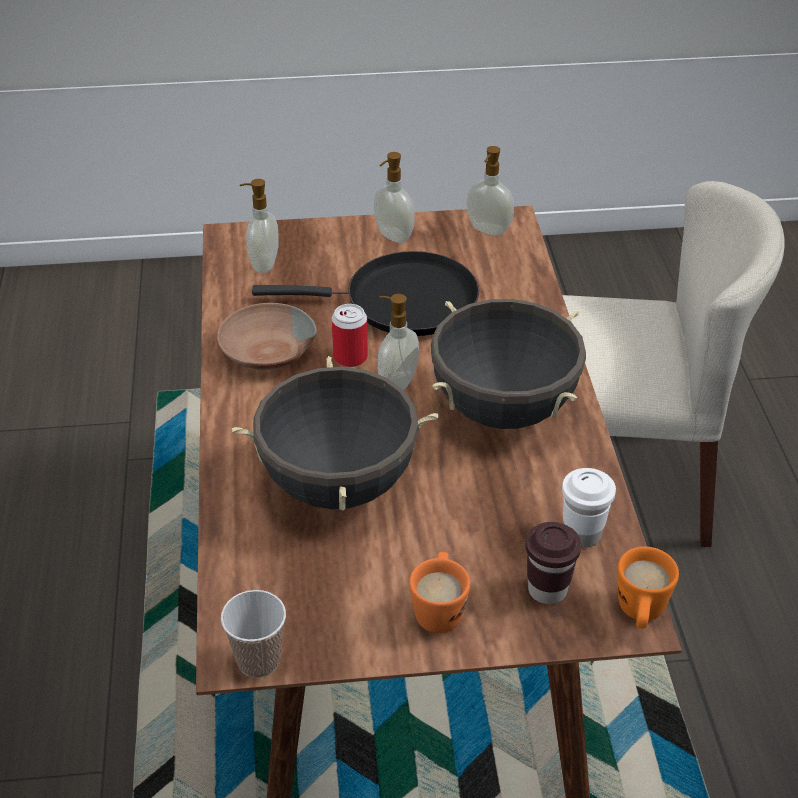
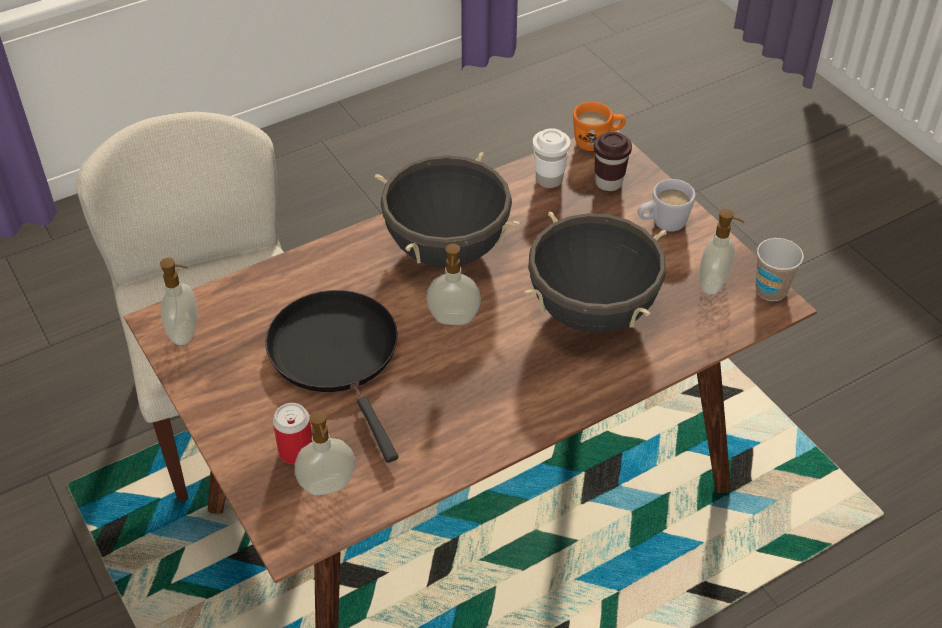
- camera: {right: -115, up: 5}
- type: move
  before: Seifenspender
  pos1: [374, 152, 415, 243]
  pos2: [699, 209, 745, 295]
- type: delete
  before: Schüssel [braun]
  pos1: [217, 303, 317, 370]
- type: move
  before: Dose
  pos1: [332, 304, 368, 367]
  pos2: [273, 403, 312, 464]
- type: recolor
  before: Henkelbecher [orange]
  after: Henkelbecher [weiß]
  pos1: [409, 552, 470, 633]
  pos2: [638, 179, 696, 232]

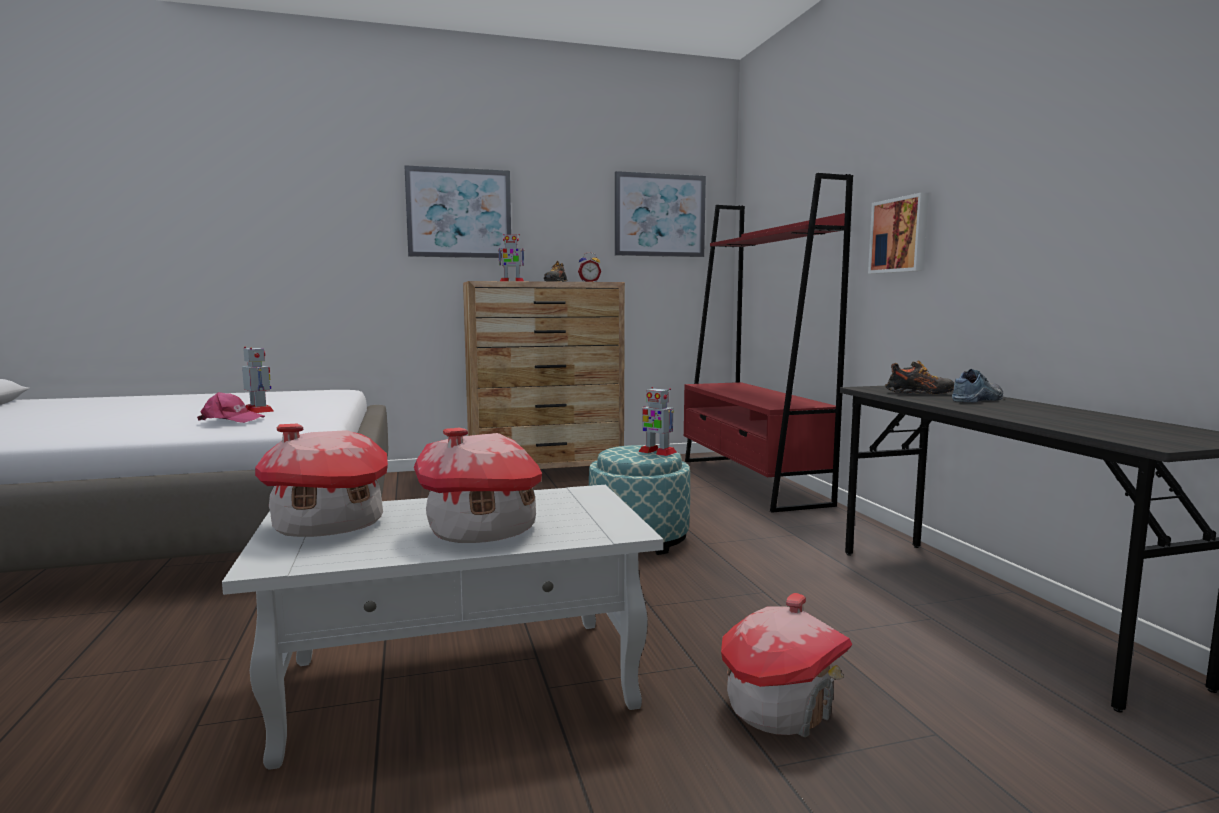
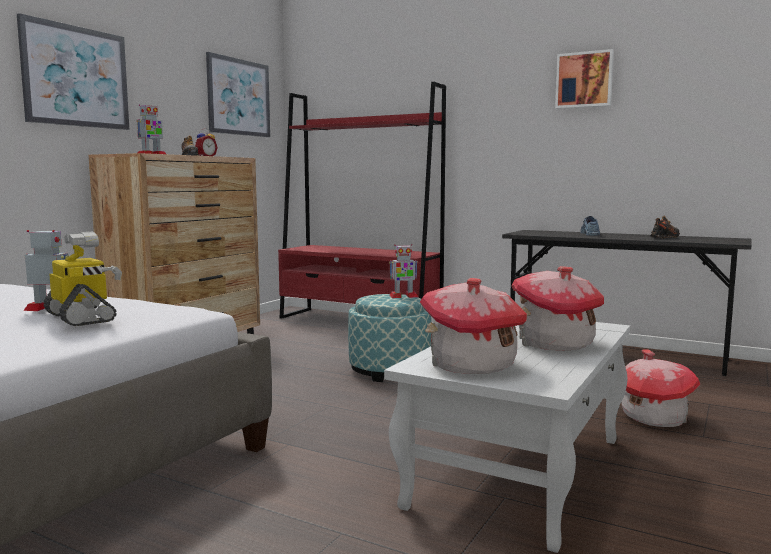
- camera: {right: -45, up: 0}
- type: move
  before: Bild
  pos1: [868, 193, 929, 274]
  pos2: [555, 49, 614, 109]
- type: move
  before: Schuh
  pos1: [885, 360, 954, 394]
  pos2: [650, 216, 680, 239]
- type: replace
  before: Kappe [rosa]
  after: Spielzeugroboter
  pos1: [197, 392, 265, 423]
  pos2: [43, 232, 122, 326]

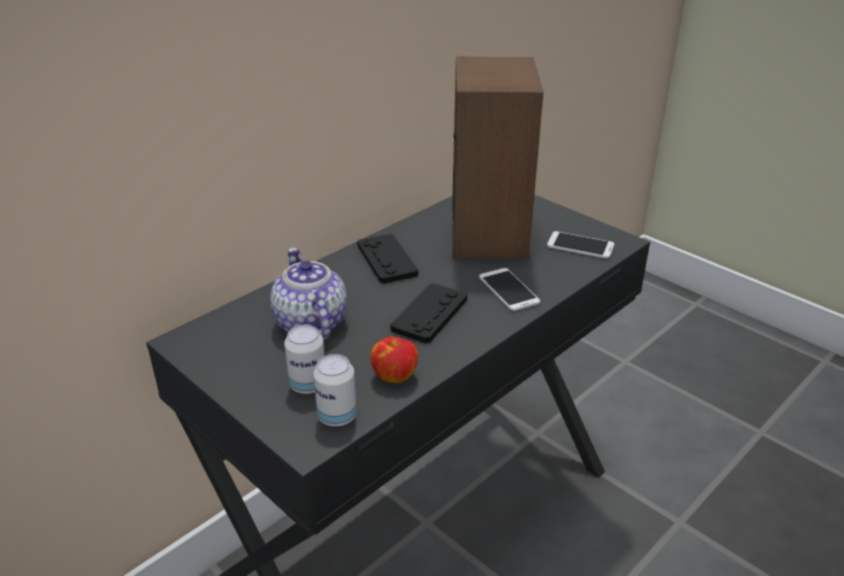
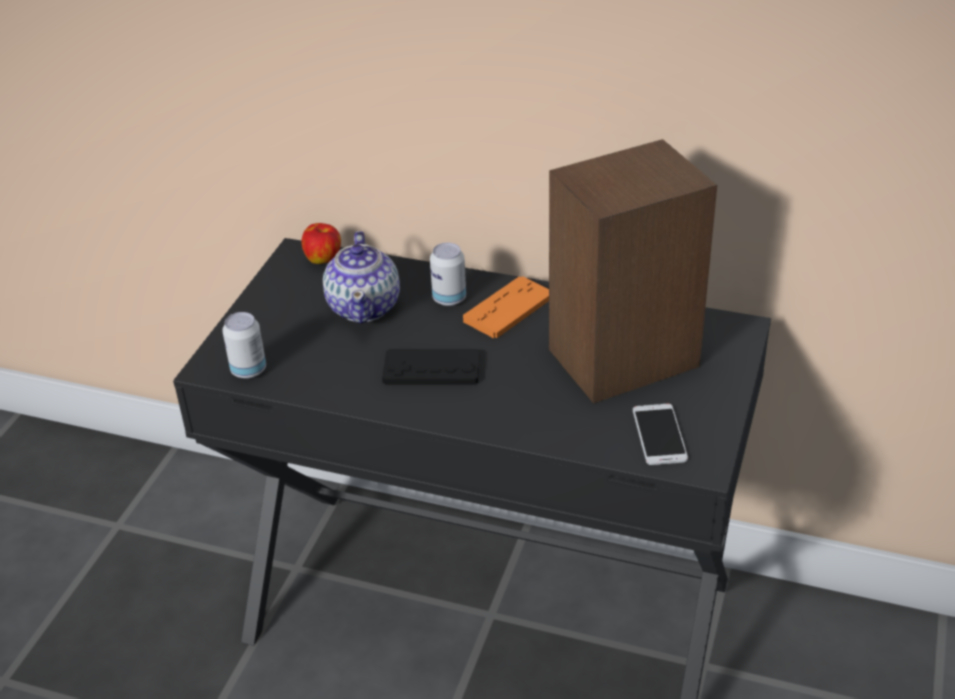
- camera: {right: 65, up: 5}
- type: recolor
  before: Gamepad [schwarz]
  after: Gamepad [orange]
  pos1: [357, 234, 418, 283]
  pos2: [463, 276, 549, 338]
- type: rotate
  before: Teekanne
  pos1: [270, 248, 347, 341]
  pos2: [323, 231, 400, 324]
  turn: 135
- type: delete
  before: Handy
  pos1: [479, 268, 540, 311]
- type: move
  before: Dose
  pos1: [284, 325, 325, 394]
  pos2: [430, 243, 466, 306]
- type: move
  before: Apfel
  pos1: [370, 337, 418, 383]
  pos2: [301, 223, 341, 264]

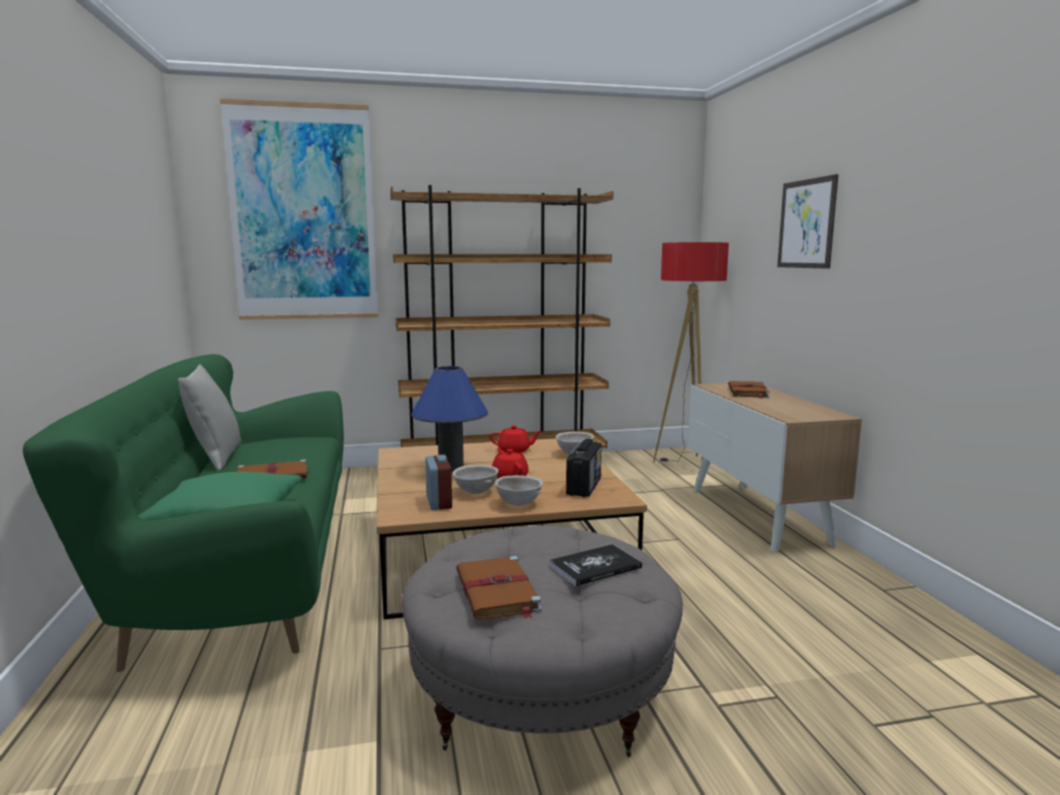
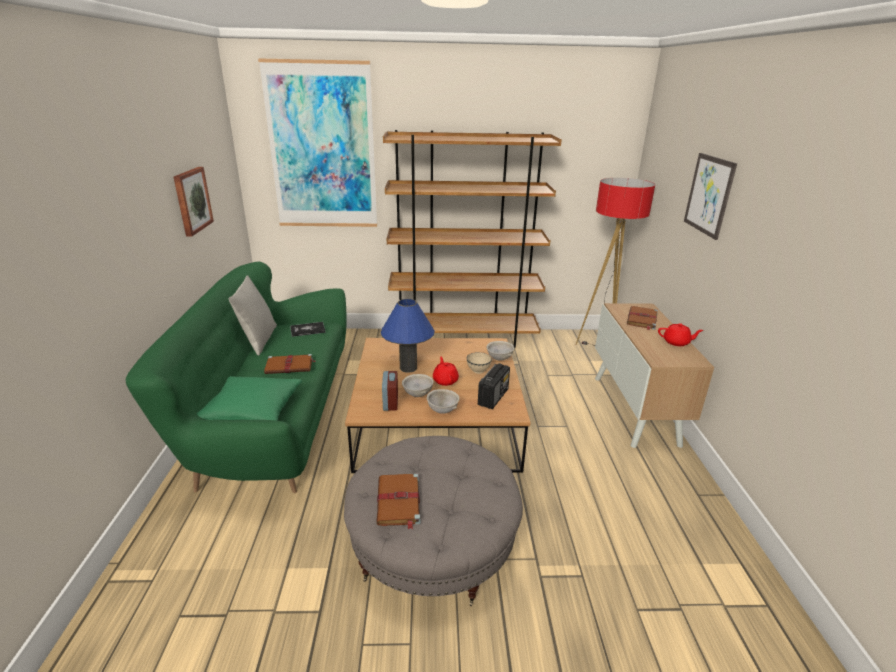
- camera: {right: 10, up: 15}
- type: move
  before: Teekanne [rot]
  pos1: [489, 425, 542, 453]
  pos2: [658, 323, 704, 346]
- type: move
  before: Buch
  pos1: [549, 544, 642, 586]
  pos2: [290, 322, 325, 337]
- type: insert
  after: Bild
  pos2: [173, 167, 214, 237]
- type: insert
  after: Schüssel [beige]
  pos2: [467, 352, 492, 374]

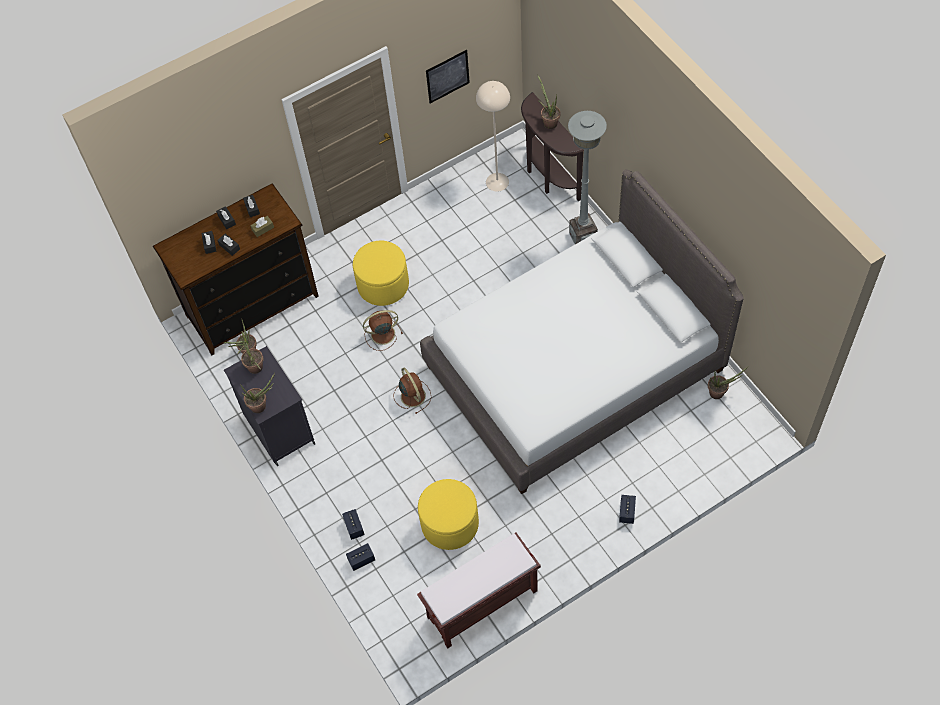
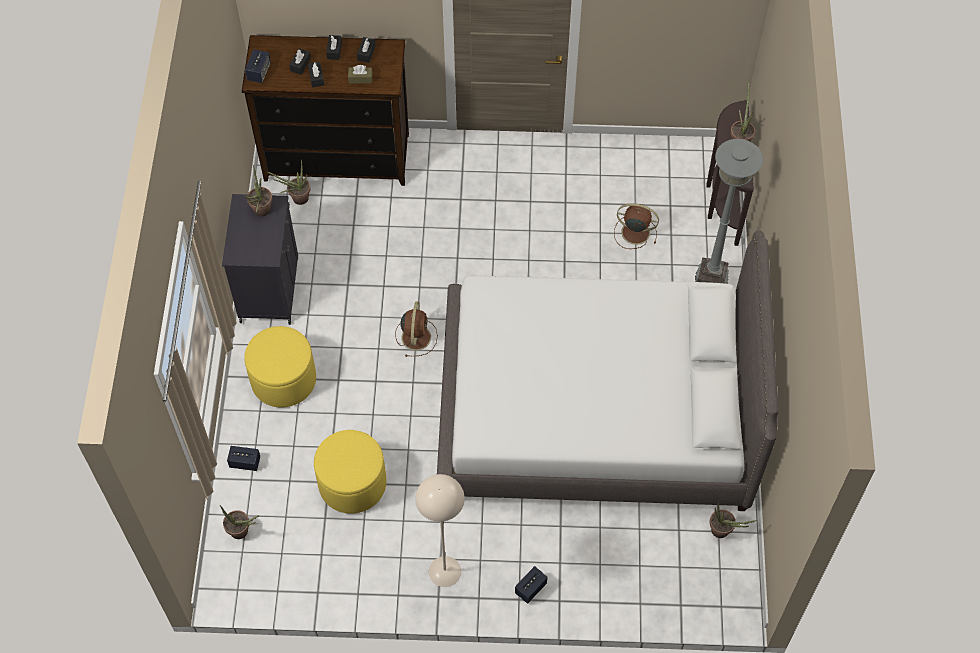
- camera: {right: 30, up: 0}
- type: delete
  before: Bild
  pos1: [426, 50, 470, 104]
- type: move
  before: Stehlampe [beige]
  pos1: [476, 81, 510, 192]
  pos2: [415, 474, 465, 587]
- type: move
  before: Polsterhocker [gelb]
  pos1: [353, 241, 409, 306]
  pos2: [244, 326, 316, 408]
- type: move
  before: Ventilator [braun]
  pos1: [363, 310, 403, 351]
  pos2: [614, 203, 659, 249]
- type: move
  before: Topfpflanze
  pos1: [240, 373, 275, 413]
  pos2: [220, 505, 259, 539]
- type: move
  before: Lautsprecher
  pos1: [342, 509, 365, 540]
  pos2: [245, 49, 271, 83]
- type: delete
  before: Bank [braun]
  pos1: [417, 533, 541, 648]

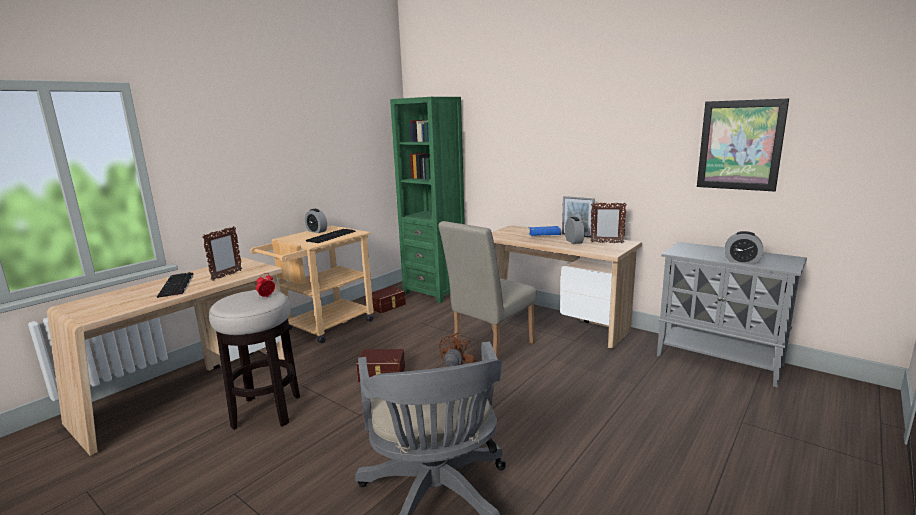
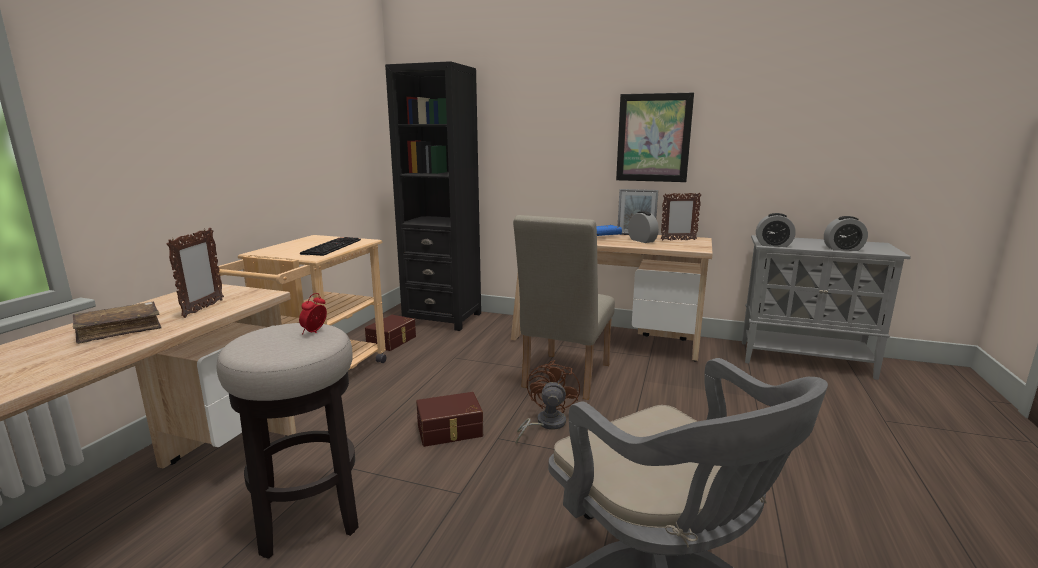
- camera: {right: -20, up: 0}
- type: recolor
  before: Bücherregal [grün]
  after: Bücherregal [schwarz]
  pos1: [390, 97, 465, 303]
  pos2: [385, 61, 481, 331]
- type: move
  before: Bild
  pos1: [697, 98, 789, 192]
  pos2: [616, 93, 694, 182]
- type: move
  before: Wecker
  pos1: [305, 209, 327, 233]
  pos2: [756, 213, 796, 247]
- type: replace
  before: Tastatur
  after: Buch [braun]
  pos1: [157, 272, 193, 298]
  pos2: [73, 302, 162, 344]

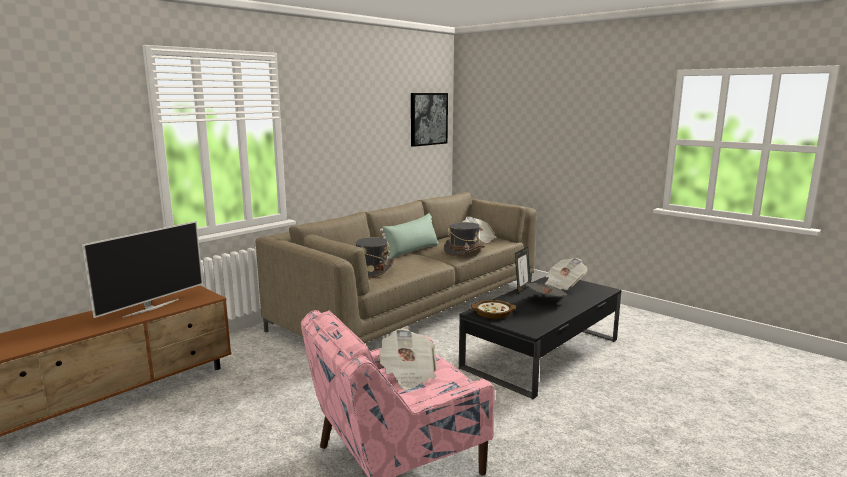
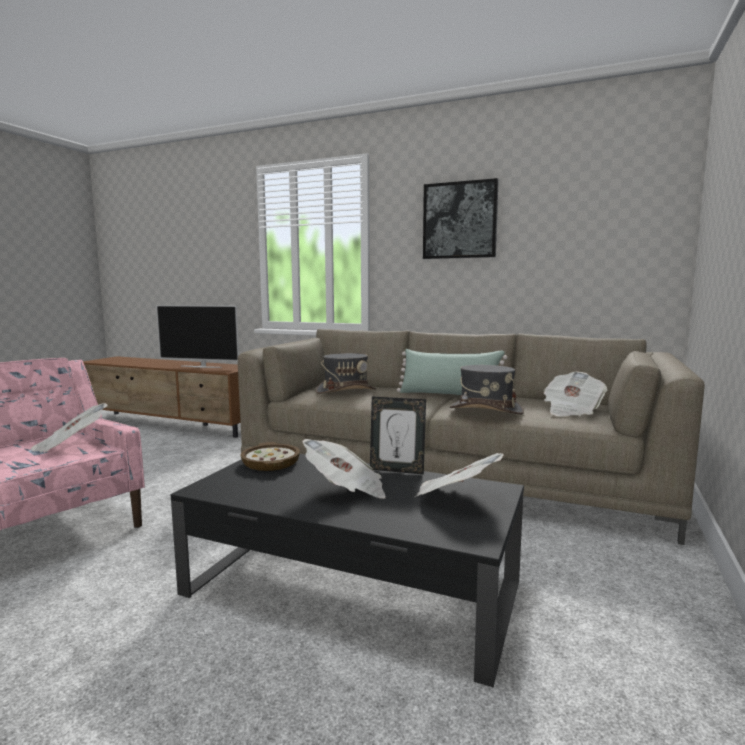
- camera: {right: 70, up: -5}
- type: move
  before: Bild
  pos1: [411, 93, 448, 147]
  pos2: [423, 178, 499, 259]

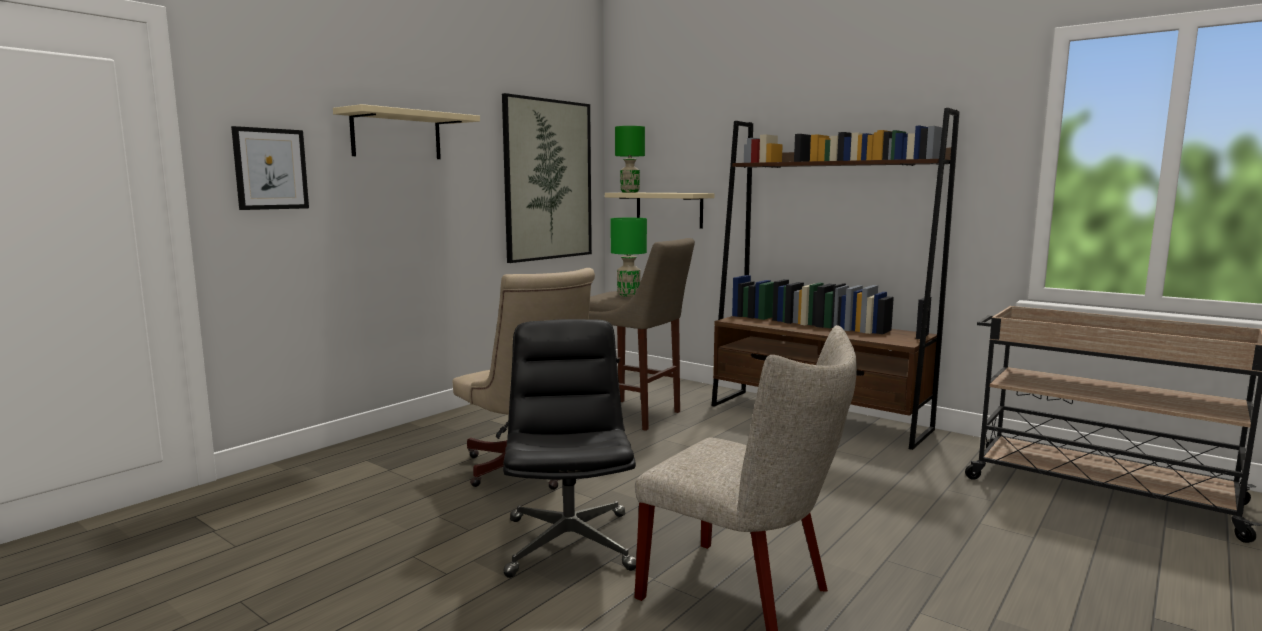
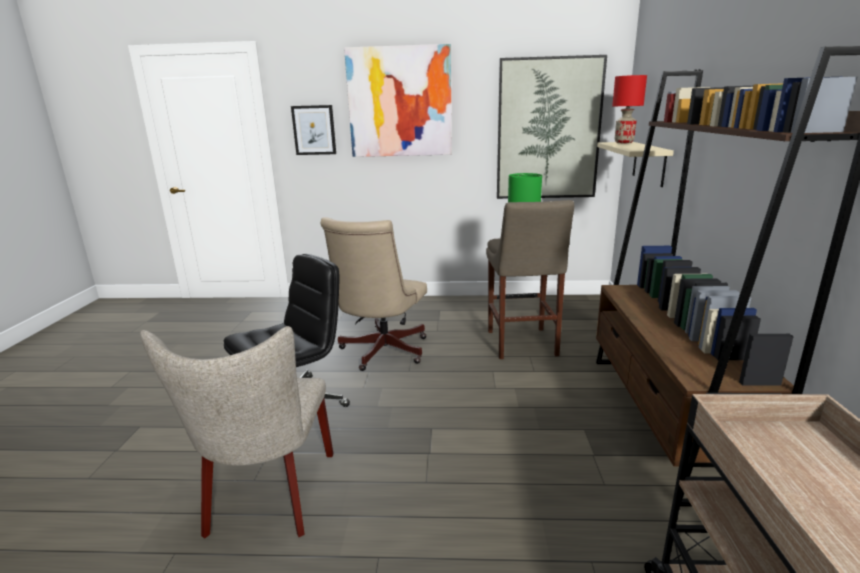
- camera: {right: 55, up: 10}
- type: replace
  before: Wandregal [beige]
  after: Bild
  pos1: [333, 104, 480, 159]
  pos2: [344, 44, 452, 157]
- type: recolor
  before: Tischlampe [grün]
  after: Tischlampe [rot]
  pos1: [615, 126, 645, 192]
  pos2: [612, 75, 647, 143]

